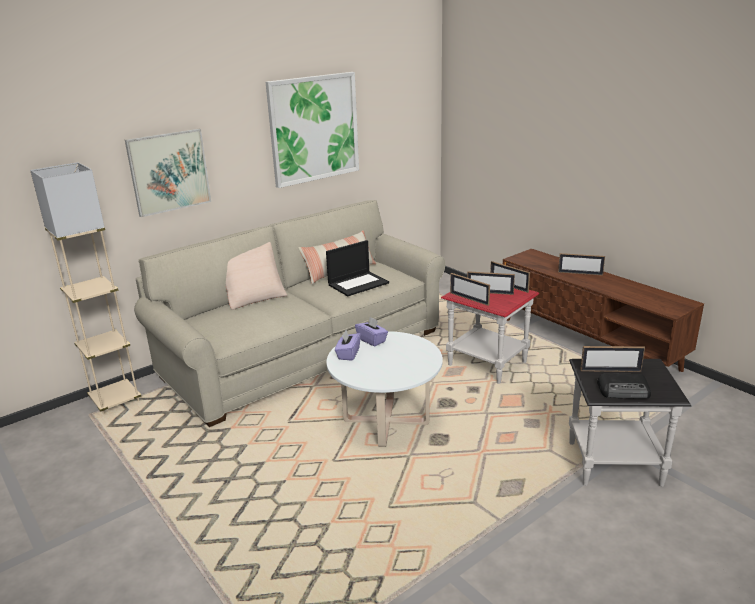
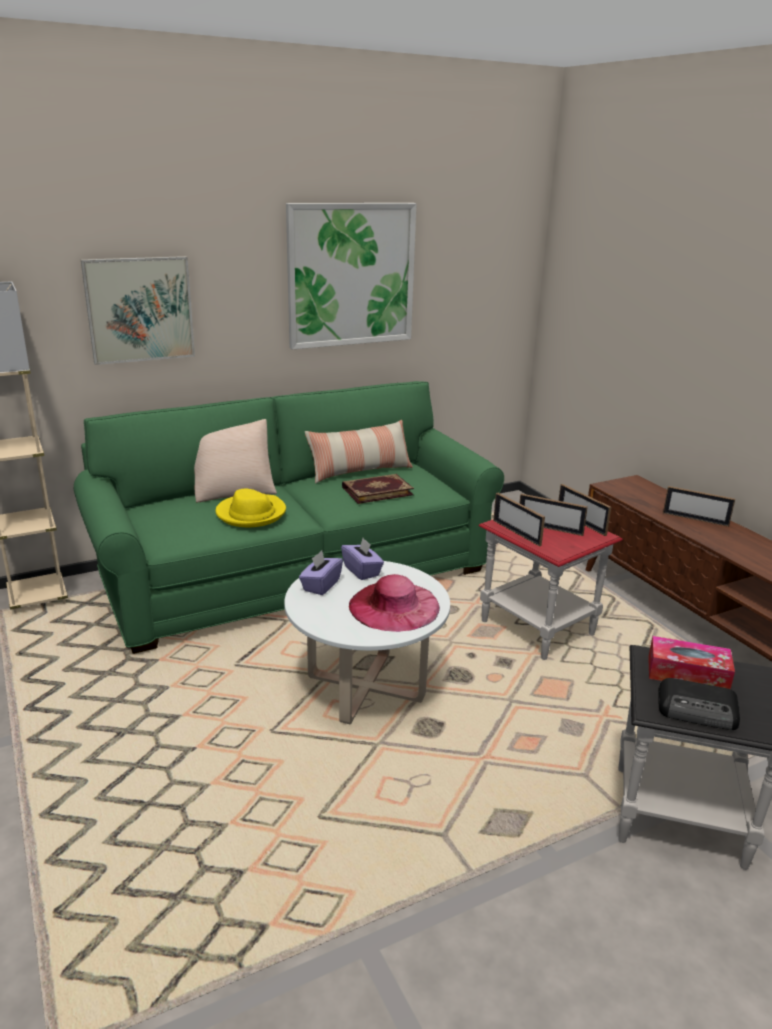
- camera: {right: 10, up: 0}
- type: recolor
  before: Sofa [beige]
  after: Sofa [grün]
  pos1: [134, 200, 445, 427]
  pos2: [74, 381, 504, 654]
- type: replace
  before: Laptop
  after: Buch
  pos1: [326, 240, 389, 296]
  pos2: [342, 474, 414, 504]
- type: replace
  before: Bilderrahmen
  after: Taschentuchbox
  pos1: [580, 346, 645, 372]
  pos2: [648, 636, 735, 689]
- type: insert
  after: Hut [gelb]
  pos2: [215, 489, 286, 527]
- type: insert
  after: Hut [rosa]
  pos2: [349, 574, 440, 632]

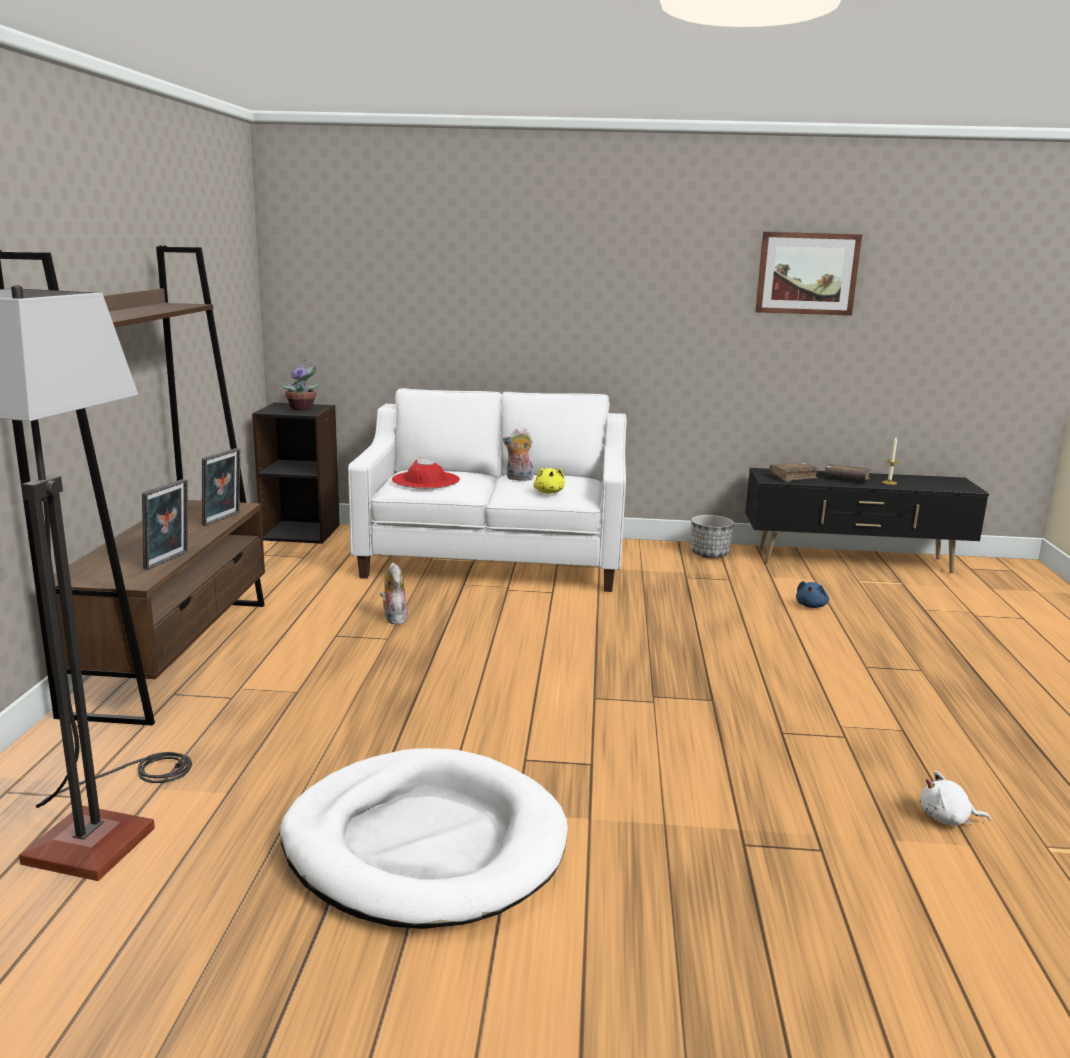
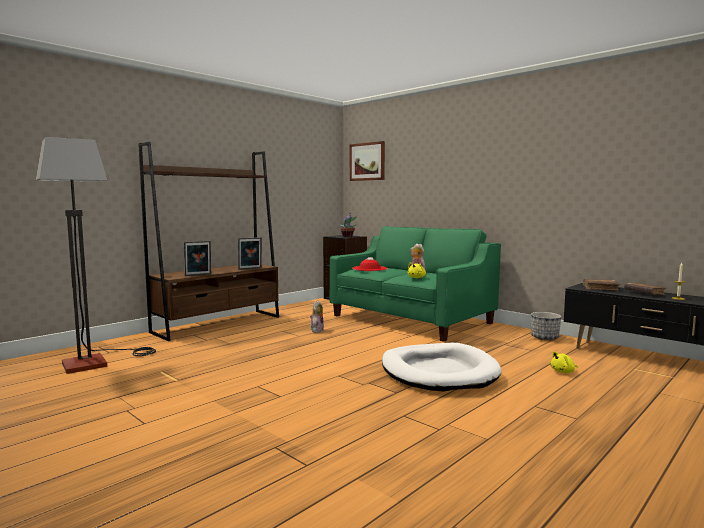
- camera: {right: 40, up: -10}
- type: move
  before: Bild
  pos1: [755, 232, 862, 316]
  pos2: [350, 141, 385, 181]
- type: recolor
  before: Sofa [weiß]
  after: Sofa [grün]
  pos1: [348, 388, 627, 592]
  pos2: [330, 226, 501, 342]
- type: recolor
  before: Plüschtier [blau]
  after: Plüschtier [gelb]
  pos1: [796, 581, 829, 608]
  pos2: [551, 351, 578, 373]
- type: move
  before: Hundebett [weiß]
  pos1: [280, 748, 568, 929]
  pos2: [382, 343, 502, 392]
- type: delete
  before: Plüschtier [weiß]
  pos1: [920, 771, 991, 826]

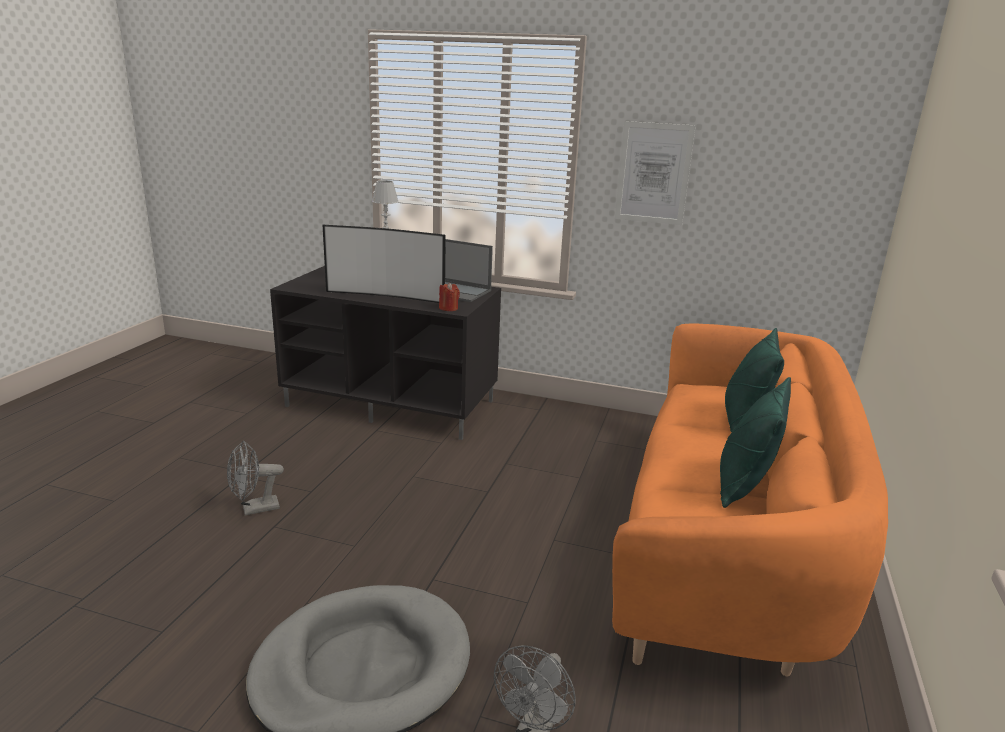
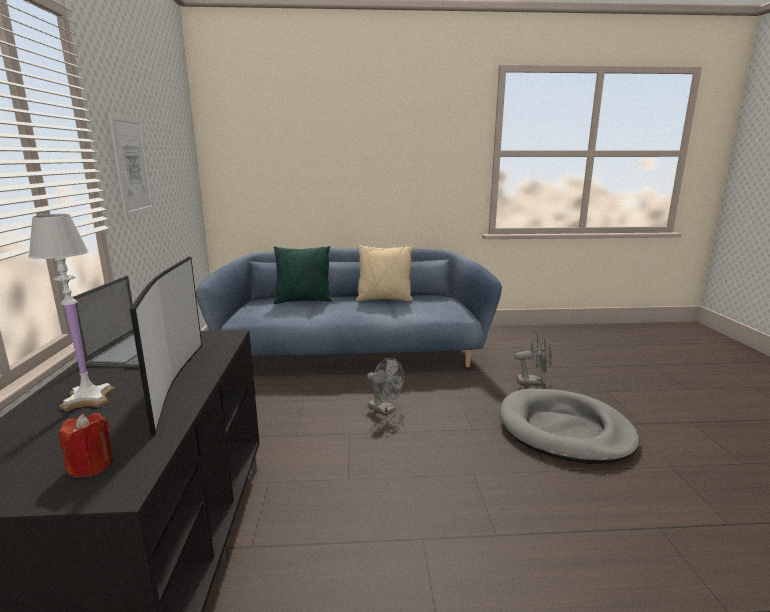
- camera: {right: -110, up: -5}
- type: move
  before: Kerze [rot]
  pos1: [439, 282, 460, 311]
  pos2: [58, 413, 113, 477]
- type: recolor
  before: Sofa [orange]
  after: Sofa [blau]
  pos1: [612, 323, 888, 676]
  pos2: [196, 248, 502, 367]
- type: recolor
  before: Kissen [grün]
  after: Kissen [beige]
  pos1: [720, 377, 791, 508]
  pos2: [356, 245, 413, 301]
- type: move
  before: Ventilator [grau]
  pos1: [227, 441, 284, 516]
  pos2: [367, 358, 405, 414]

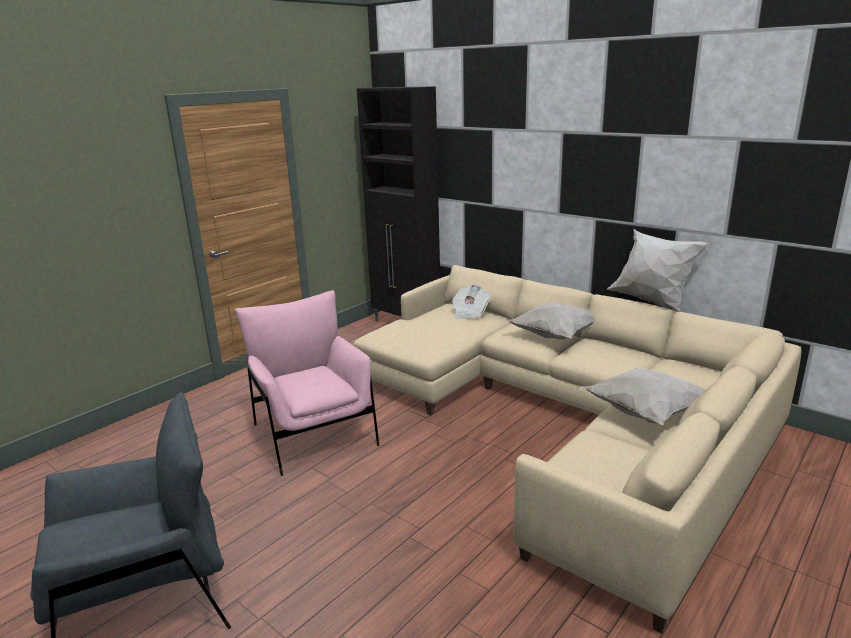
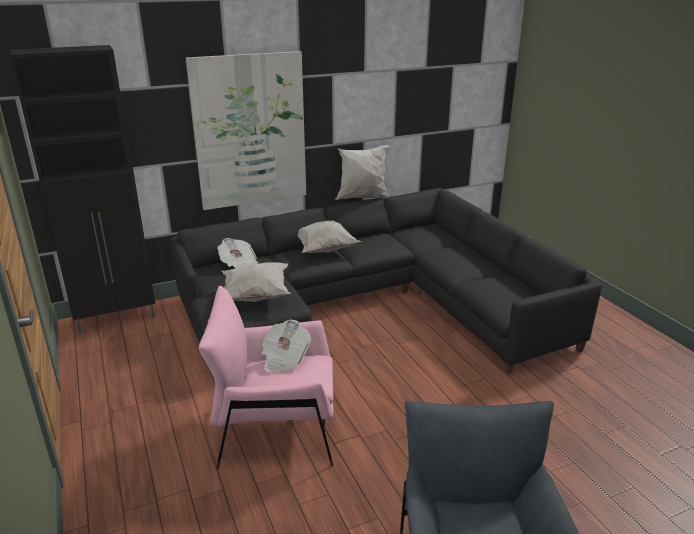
- camera: {right: -65, up: 5}
- type: recolor
  before: Sofa [beige]
  after: Sofa [schwarz]
  pos1: [353, 265, 801, 634]
  pos2: [171, 188, 602, 374]
- type: move
  before: Kissen [weiß]
  pos1: [580, 367, 706, 425]
  pos2: [221, 263, 291, 302]
- type: insert
  after: Bild
  pos2: [185, 51, 306, 210]
- type: insert
  after: Zeitung
  pos2: [261, 320, 311, 372]

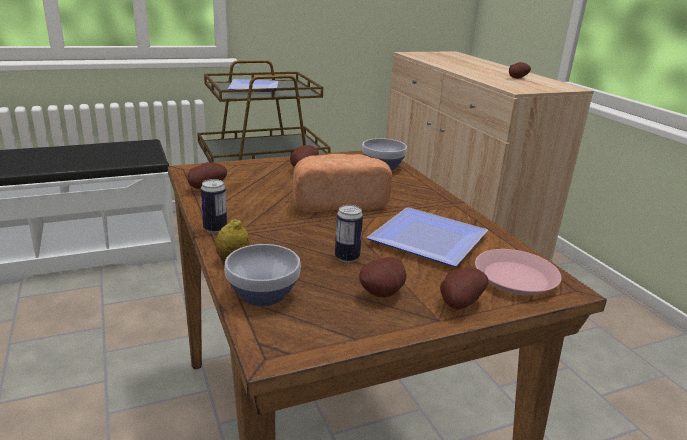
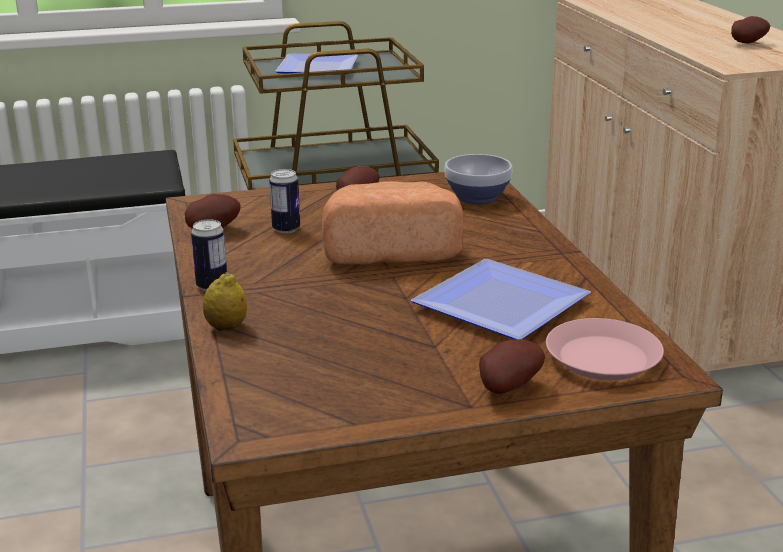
- camera: {right: 10, up: 0}
- type: move
  before: Dose
  pos1: [335, 205, 363, 262]
  pos2: [269, 169, 300, 233]
- type: delete
  before: Schüssel
  pos1: [224, 244, 301, 306]
- type: delete
  before: Kartoffel
  pos1: [359, 257, 406, 297]

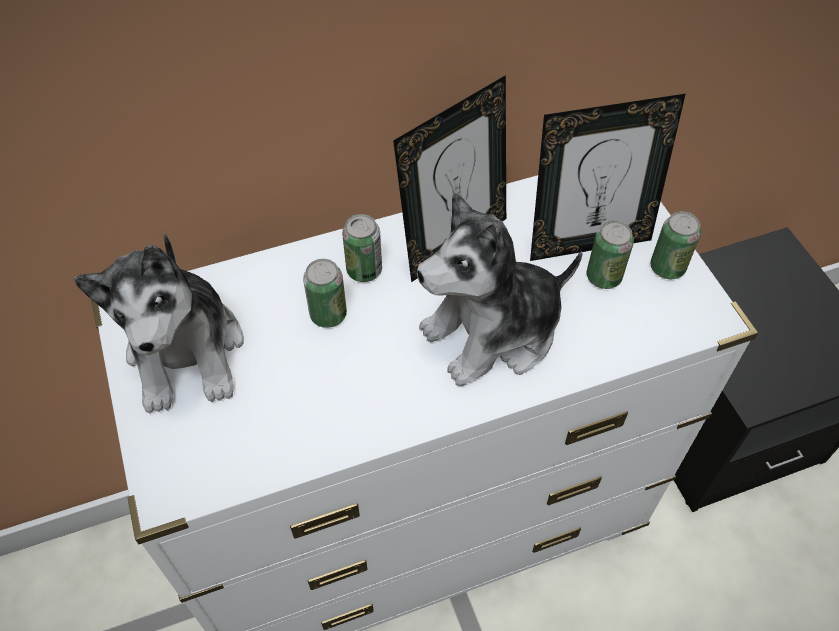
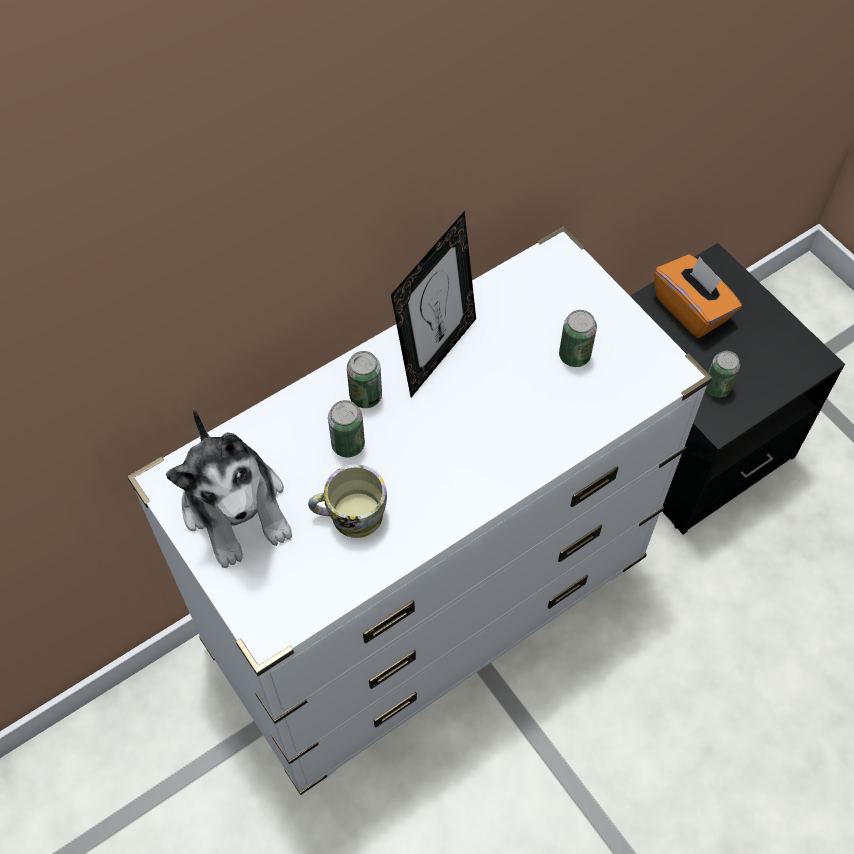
- camera: {right: -15, up: 5}
- type: delete
  before: Bilderrahmen
  pos1: [530, 94, 685, 261]
- type: delete
  before: Plüschtier
  pos1: [417, 192, 583, 387]
- type: move
  before: Dose
  pos1: [650, 211, 701, 279]
  pos2: [706, 351, 740, 398]
- type: insert
  after: Taschentuchbox [orange]
  pos2: [654, 254, 742, 338]
- type: insert
  after: Henkelbecher
  pos2: [308, 464, 387, 538]

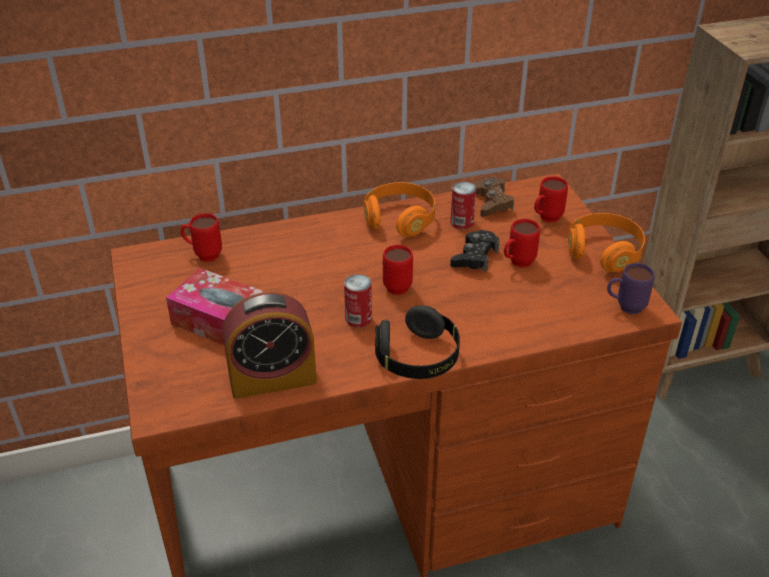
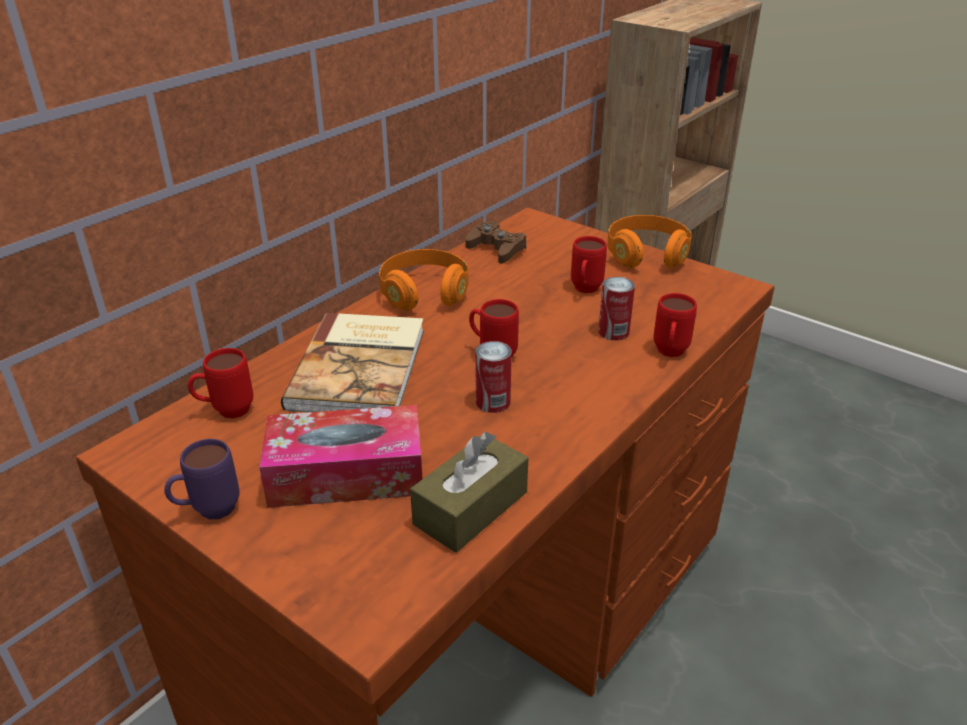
- camera: {right: -35, up: -5}
- type: move
  before: Henkelbecher [rot]
  pos1: [534, 176, 568, 223]
  pos2: [653, 293, 697, 357]
- type: move
  before: Dose
  pos1: [451, 182, 476, 229]
  pos2: [598, 277, 635, 341]
- type: delete
  before: Gamepad [schwarz]
  pos1: [450, 230, 499, 272]
- type: move
  before: Henkelbecher [lila]
  pos1: [607, 263, 655, 314]
  pos2: [164, 439, 240, 519]
- type: replace
  before: Wecker
  after: Taschentuchbox [braun]
  pos1: [223, 292, 317, 399]
  pos2: [410, 432, 528, 553]
- type: delete
  before: Kopfhörer [schwarz]
  pos1: [375, 306, 460, 379]
- type: insert
  after: Buch
  pos2: [281, 313, 424, 412]

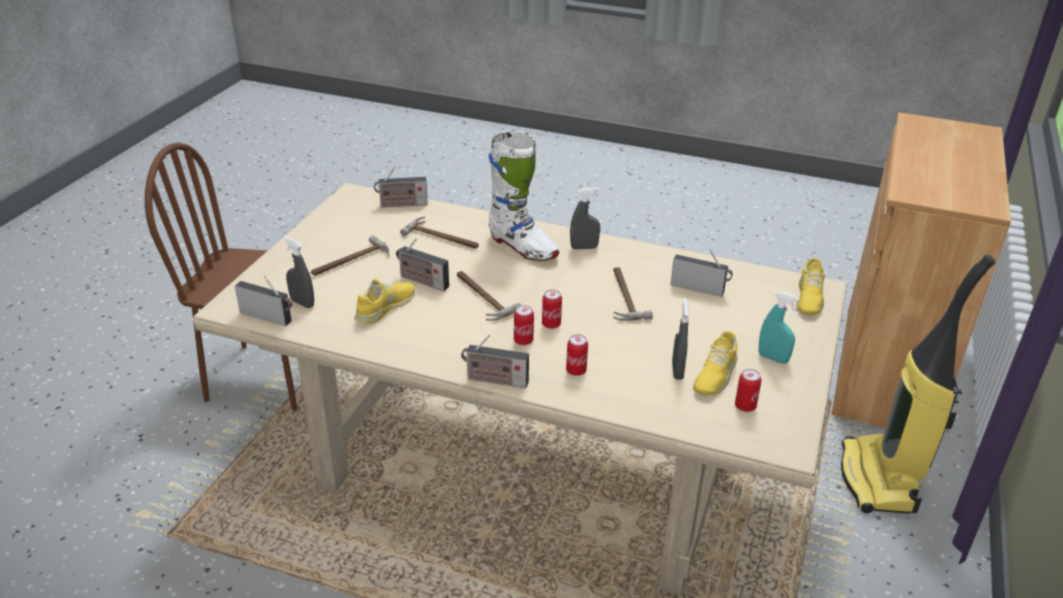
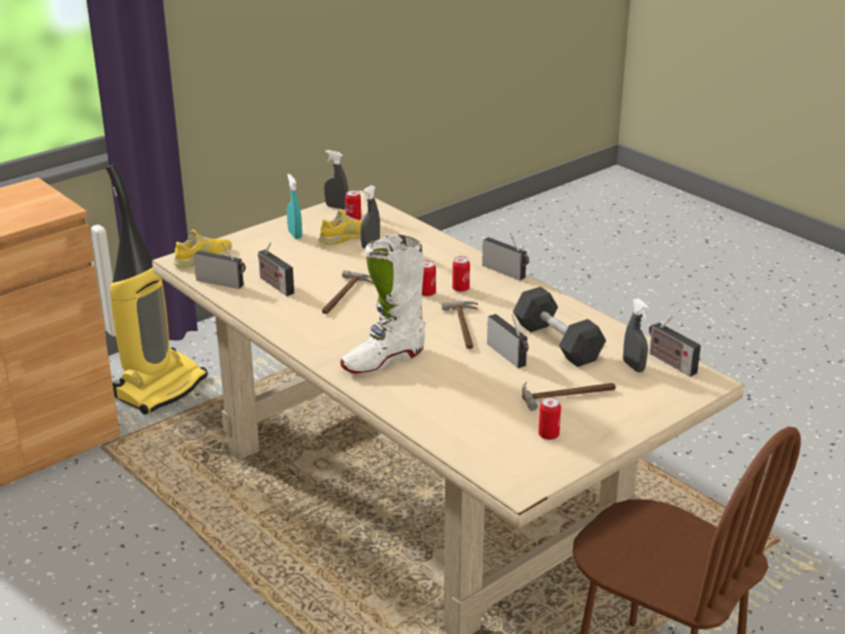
- camera: {right: -150, up: -5}
- type: rotate
  before: Stiefel [weiß]
  pos1: [488, 130, 560, 261]
  pos2: [340, 234, 425, 374]
  turn: -105
- type: move
  before: Radio
  pos1: [374, 166, 428, 208]
  pos2: [193, 243, 246, 289]
- type: move
  before: Sprühflasche [grau]
  pos1: [570, 188, 600, 249]
  pos2: [324, 150, 348, 210]
- type: delete
  before: Hammer
  pos1: [400, 217, 479, 249]
- type: replace
  before: Schuh [gelb]
  after: Hantel [schwarz]
  pos1: [355, 279, 415, 324]
  pos2: [513, 287, 606, 367]
- type: move
  before: Dose
  pos1: [566, 334, 588, 376]
  pos2: [538, 397, 561, 440]

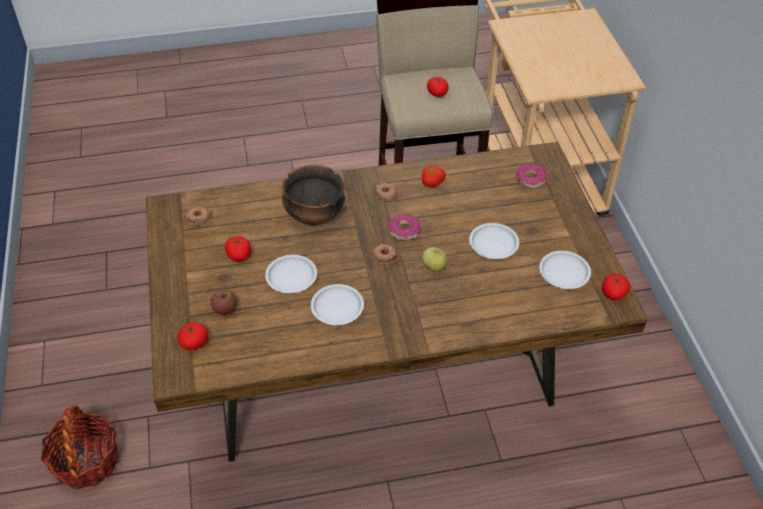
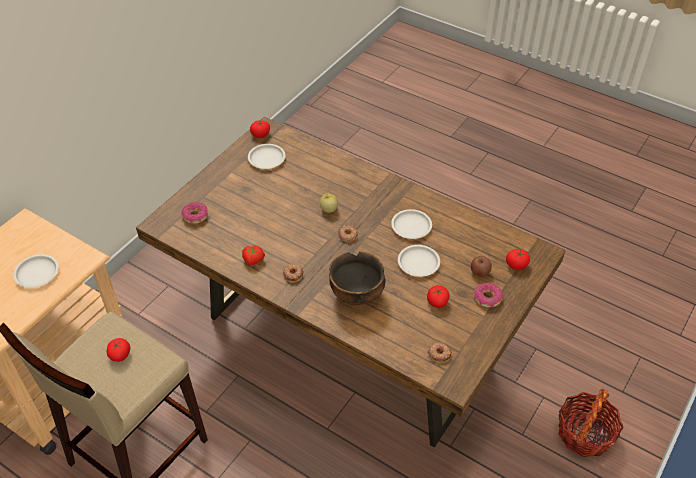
- camera: {right: -135, up: 0}
- type: move
  before: Donut
  pos1: [388, 214, 421, 240]
  pos2: [474, 282, 503, 307]
- type: move
  before: Teller [weiß]
  pos1: [469, 223, 519, 259]
  pos2: [13, 254, 59, 288]

